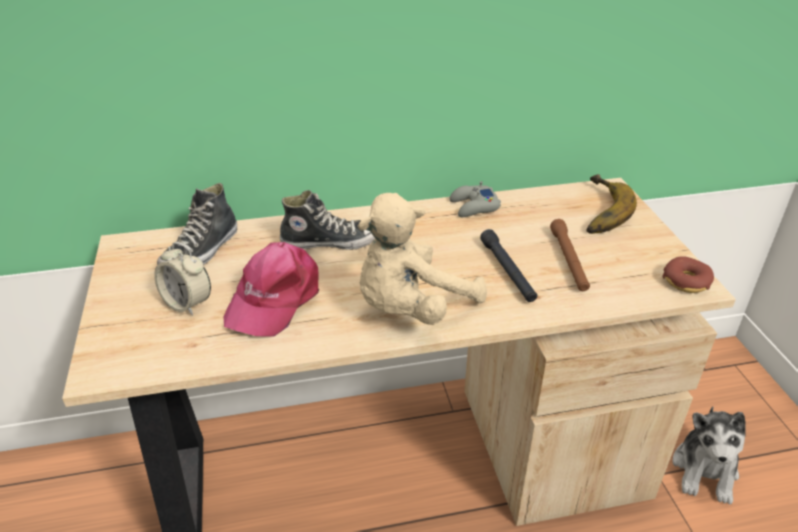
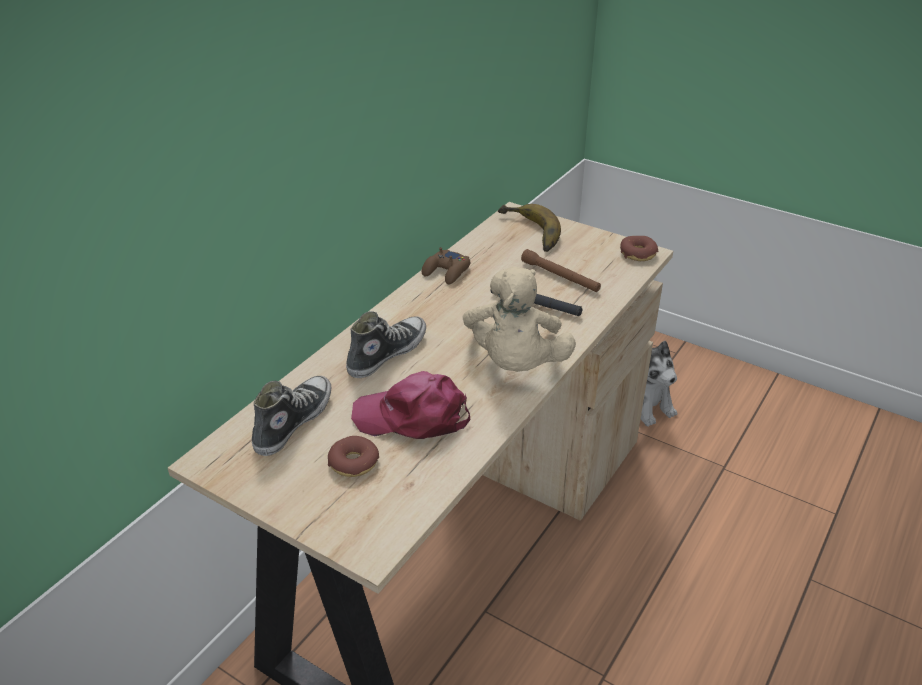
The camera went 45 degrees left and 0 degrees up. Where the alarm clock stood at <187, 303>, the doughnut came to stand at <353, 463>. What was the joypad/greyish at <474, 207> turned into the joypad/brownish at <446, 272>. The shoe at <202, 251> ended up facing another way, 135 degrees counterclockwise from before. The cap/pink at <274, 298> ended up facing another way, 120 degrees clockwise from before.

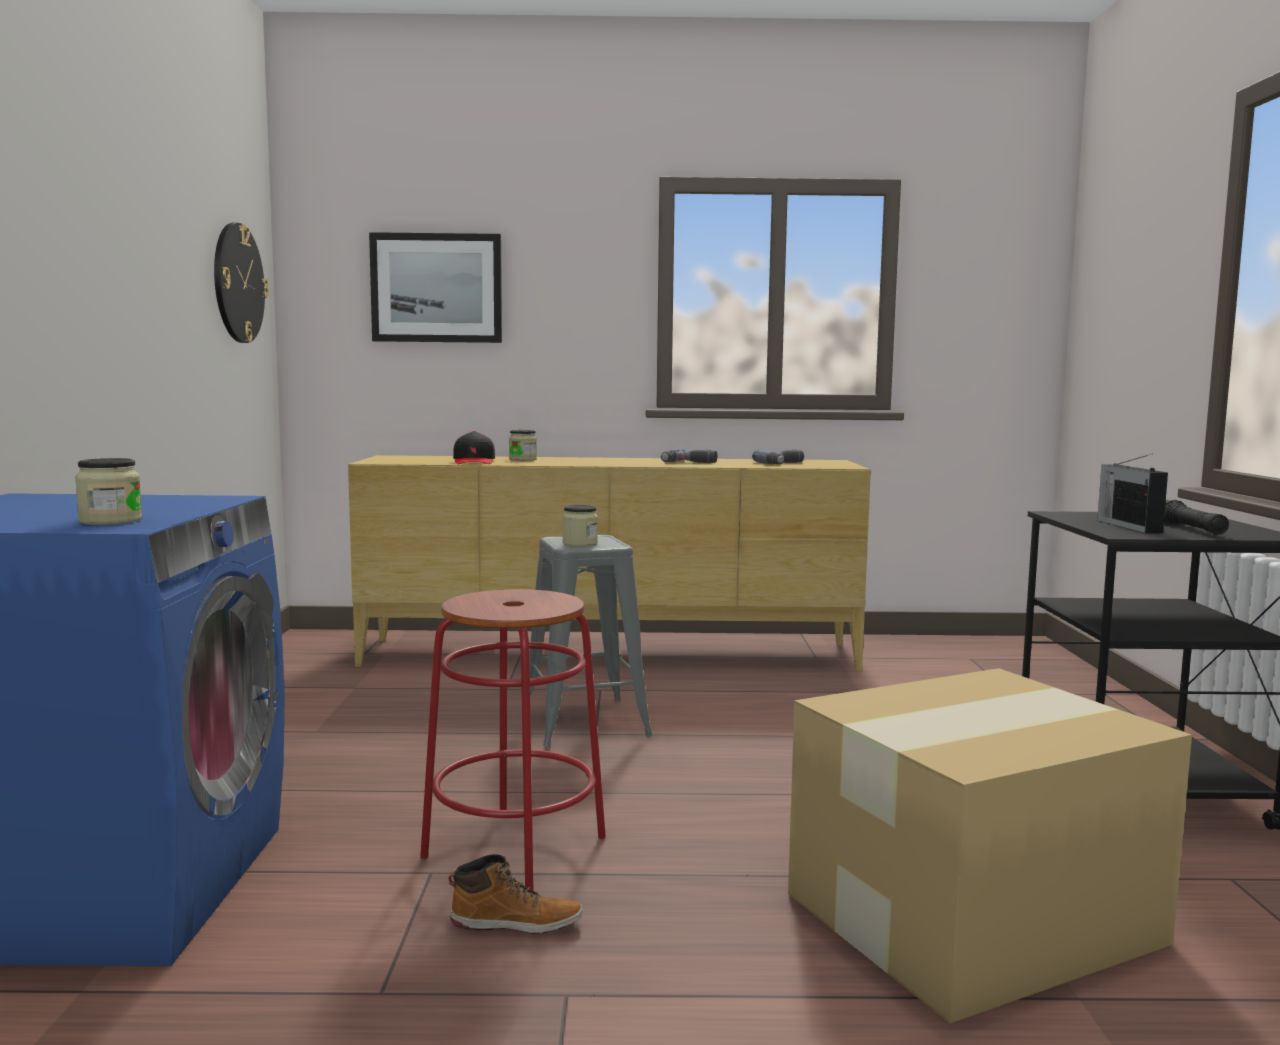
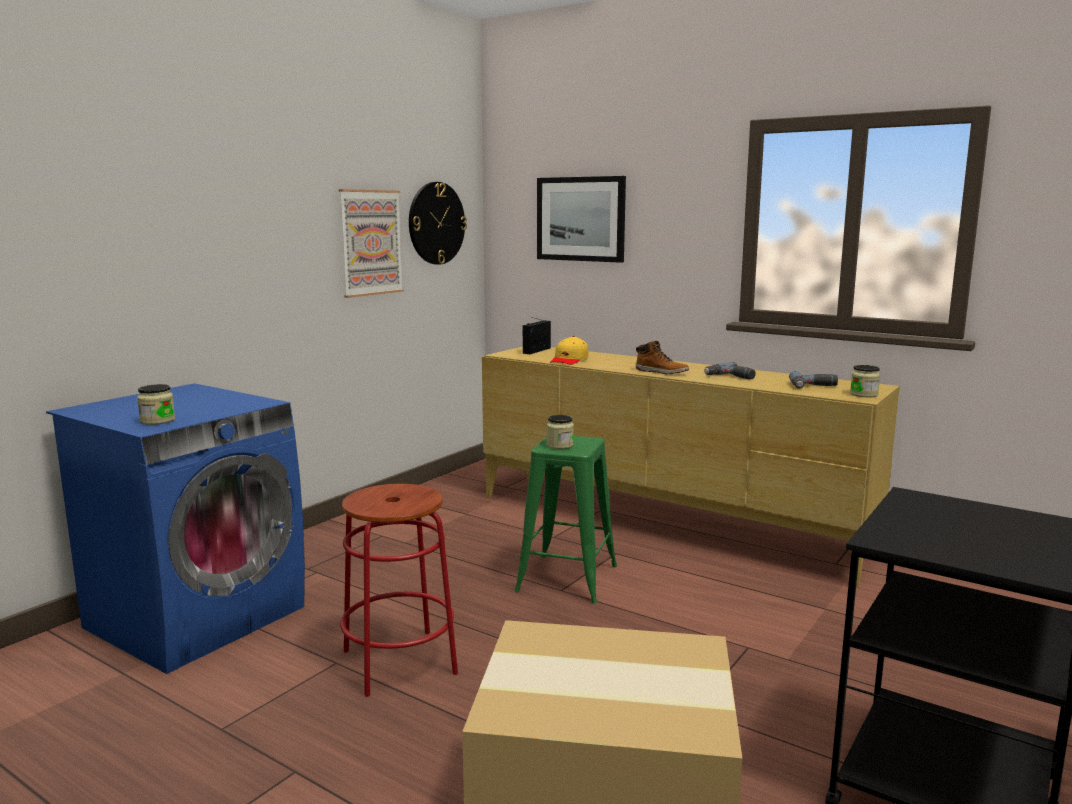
The camera went 35 degrees right and 5 degrees up. The second view lost the hand torch/black at <1189, 529>. The second view gained the wall picture at <370, 242>. The tall boot ended up elsewhere, having gone from <516, 922> to <662, 372>. The preserve jar ended up elsewhere, having gone from <522, 459> to <864, 394>. The radio receiver ended up elsewhere, having gone from <1128, 526> to <537, 350>. What was the cap/black at <474, 462> turned into the cap/yellow-coloured at <569, 360>. What was the sitting stool/greyish at <584, 721> turned into the sitting stool/green at <567, 578>.

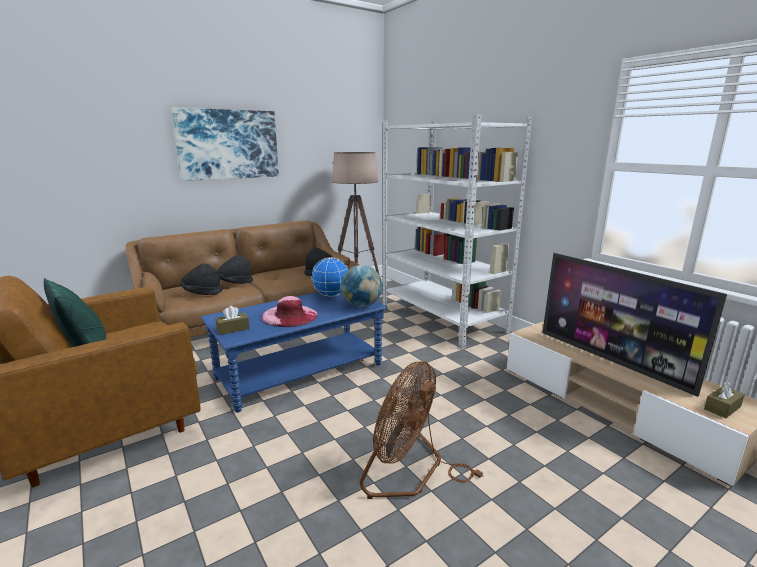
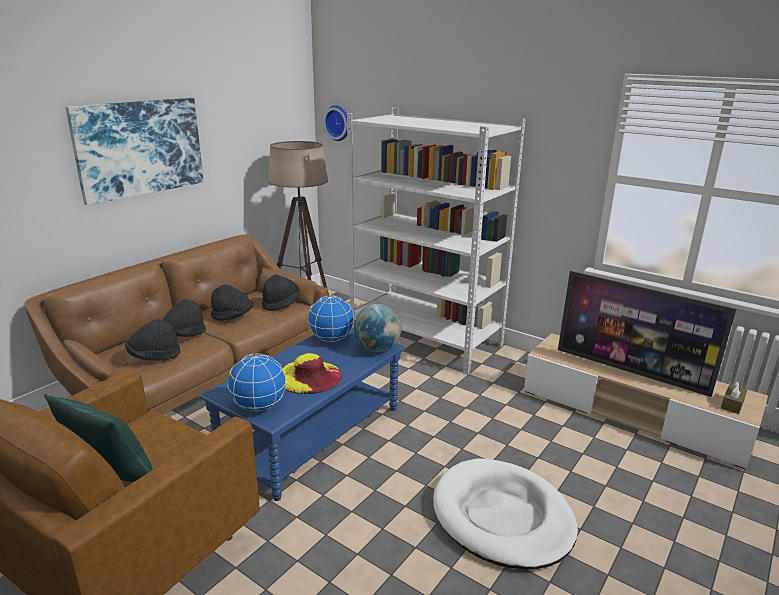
The camera went 20 degrees left and 5 degrees up. The second view gained the clothing hat/black at <233, 317>. The second view gained the clock on the wall at <338, 123>. Where the tissue holder/brownish stood at <233, 329>, the world globe came to stand at <259, 406>. Where the cooling fan/brownish stood at <416, 469>, the pet bed/white-coloured came to stand at <502, 517>. What was the clothing hat/pink at <290, 316> turned into the clothing hat/yellow-coloured at <309, 376>.

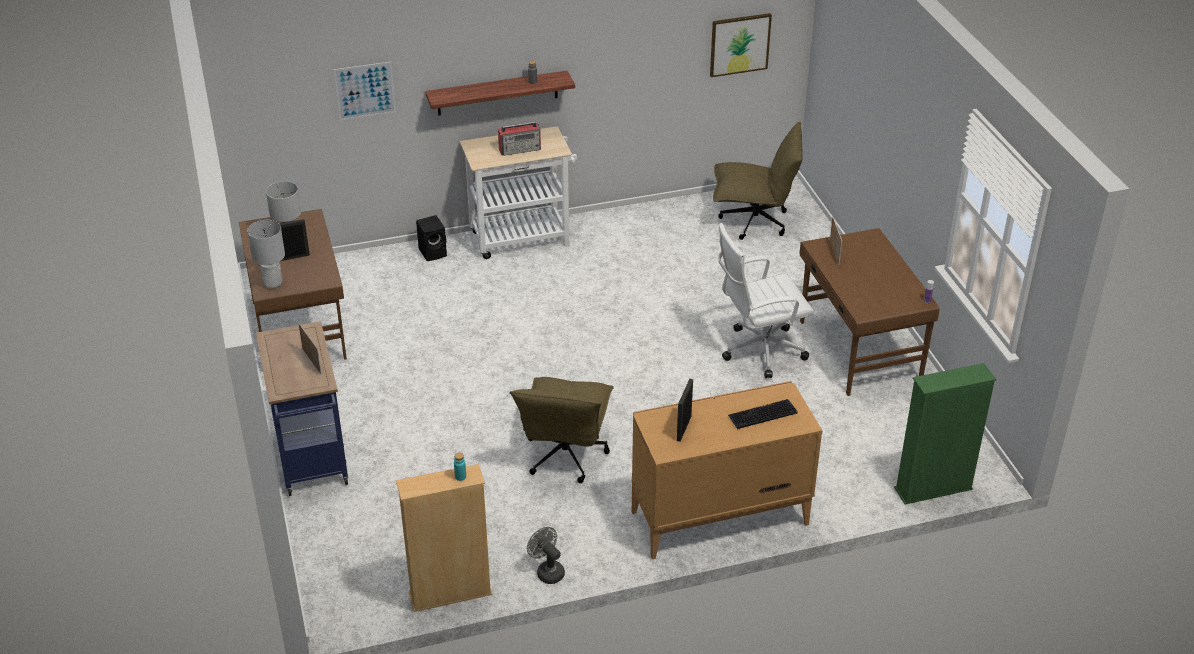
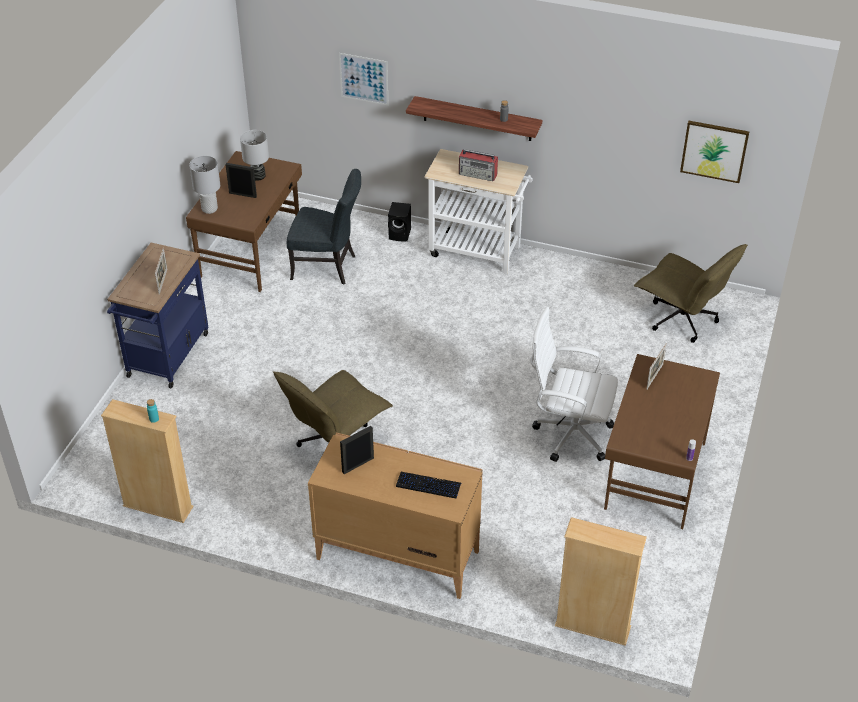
The camera went 35 degrees right and 5 degrees up. The second view lost the cooling fan/greyish at <547, 571>. The second view gained the chair/greyish at <328, 267>. What was the bookshelf/green at <933, 489> turned into the bookshelf/beige-coloured at <592, 626>.

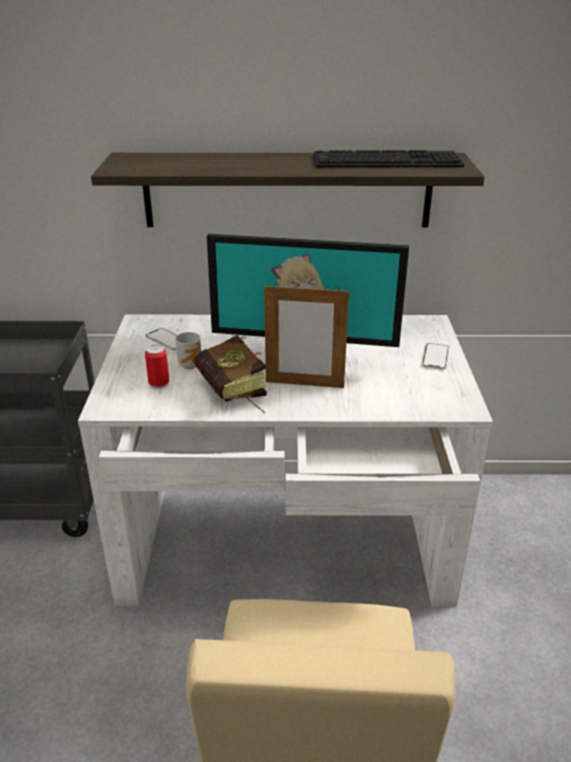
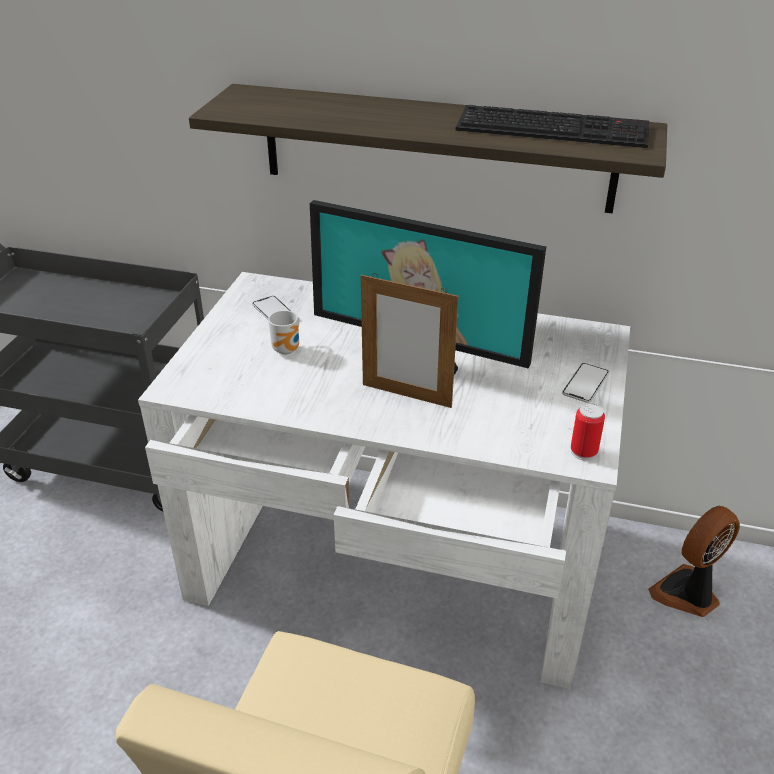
The camera went 15 degrees right and 5 degrees up. The second view lost the bound book at <235, 394>. The second view gained the cooling fan at <688, 594>. The metal can ended up elsewhere, having gone from <159, 384> to <583, 452>.

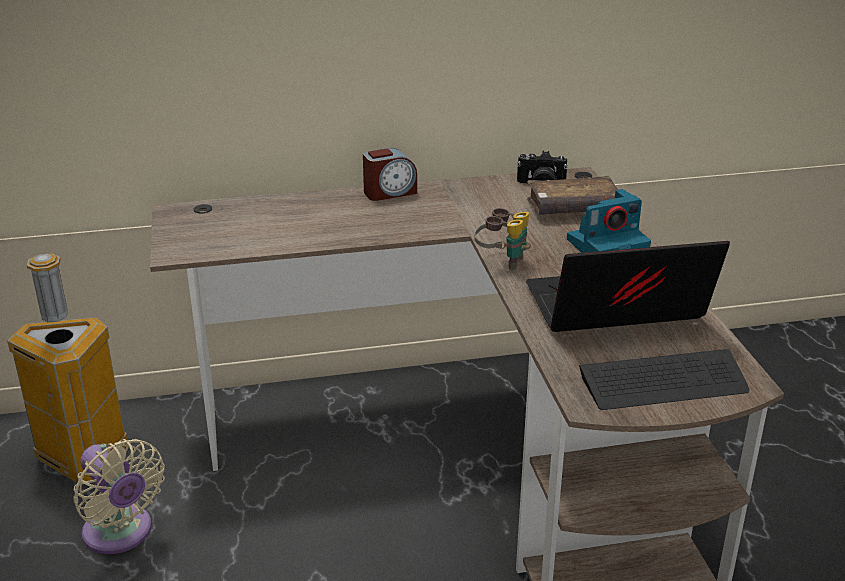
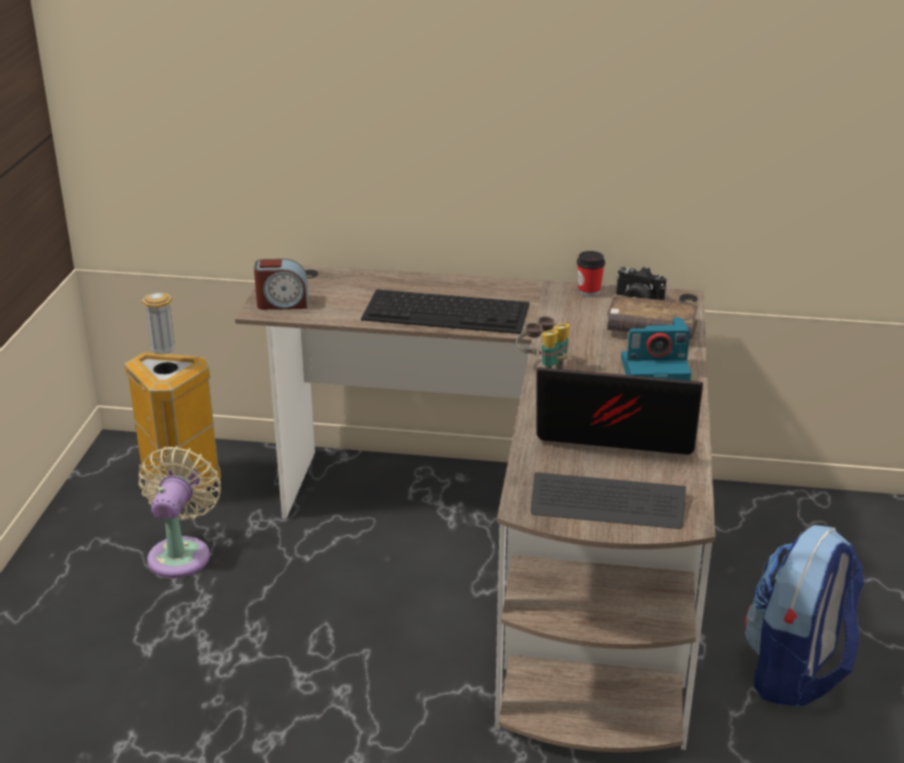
The camera went 20 degrees right and 0 degrees up. The second view gained the keyboard at <448, 311>. The second view gained the drinking cup at <589, 292>. The second view gained the backpack at <796, 672>. The alarm clock ended up elsewhere, having gone from <389, 192> to <282, 303>. The cooling fan/beige-coloured at <121, 534> ended up facing another way, 150 degrees counterclockwise from before.

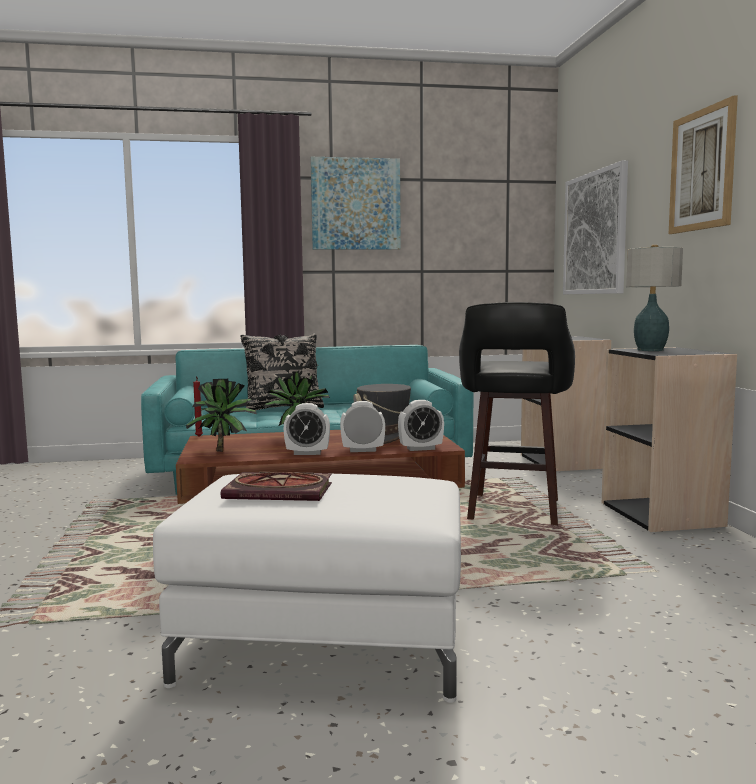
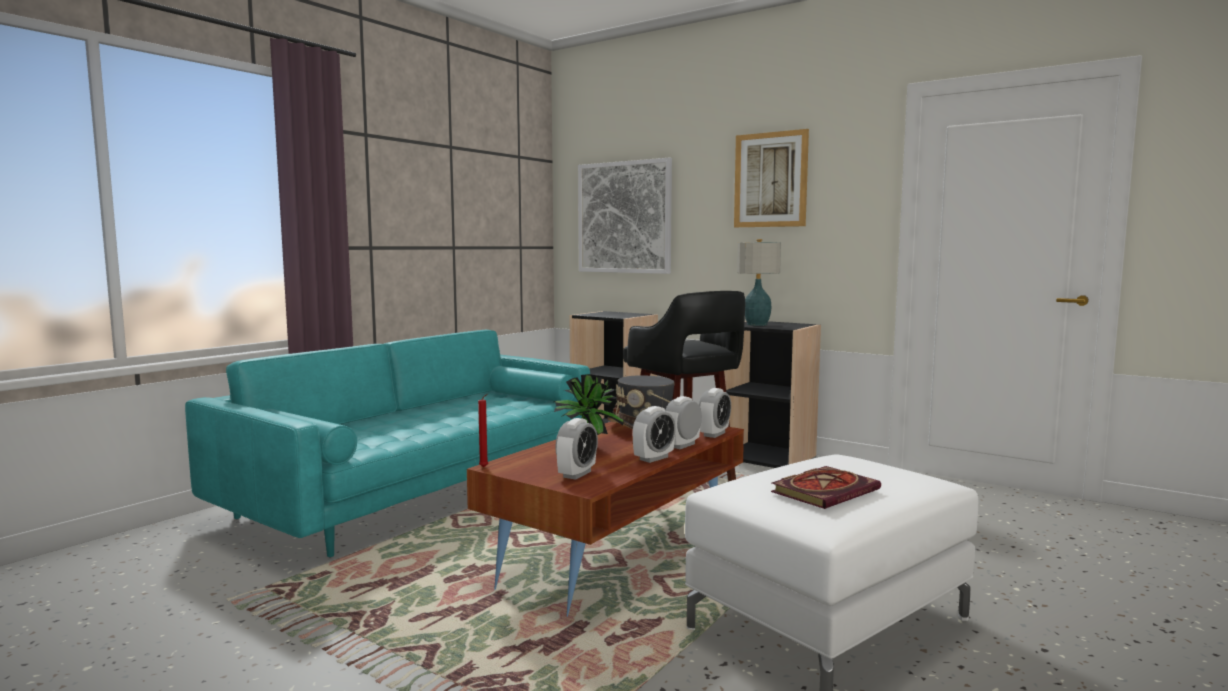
The camera went 45 degrees left and 0 degrees up. The second view lost the cushion/black at <283, 408>. The second view lost the wall picture at <355, 204>. Where the houseplant stood at <225, 451>, the alarm clock came to stand at <577, 474>.

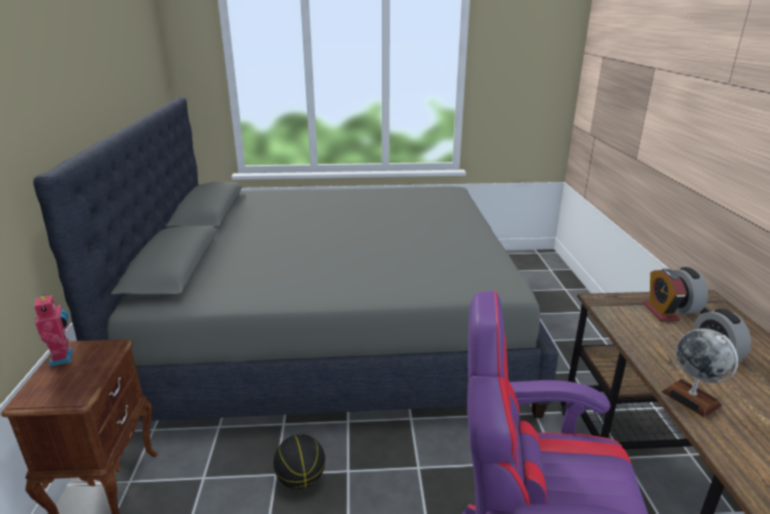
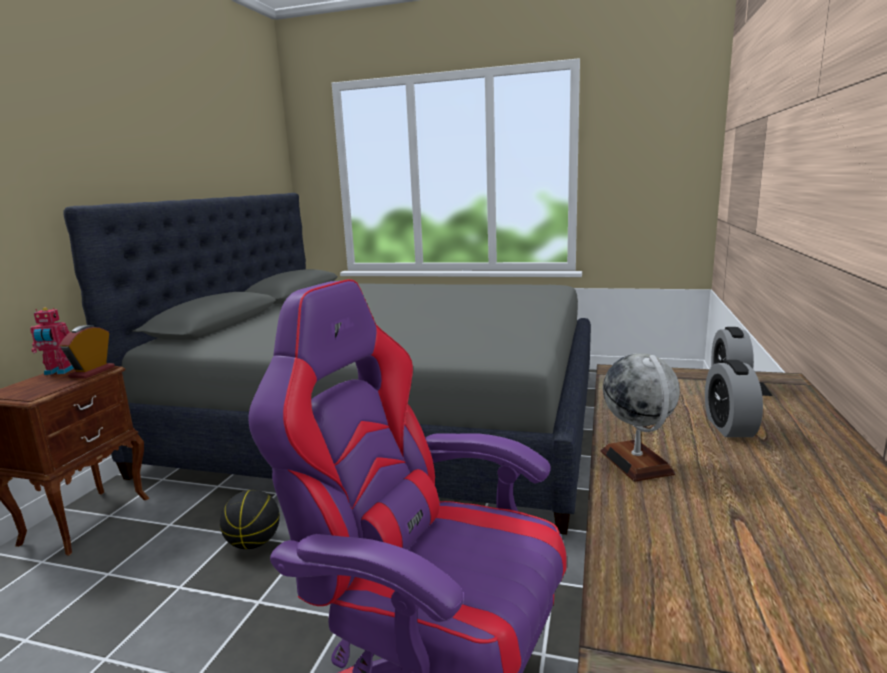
The camera went 20 degrees right and 10 degrees down. The alarm clock ended up elsewhere, having gone from <660, 312> to <92, 372>. The toy robot at <63, 357> ended up facing another way, 90 degrees clockwise from before.

